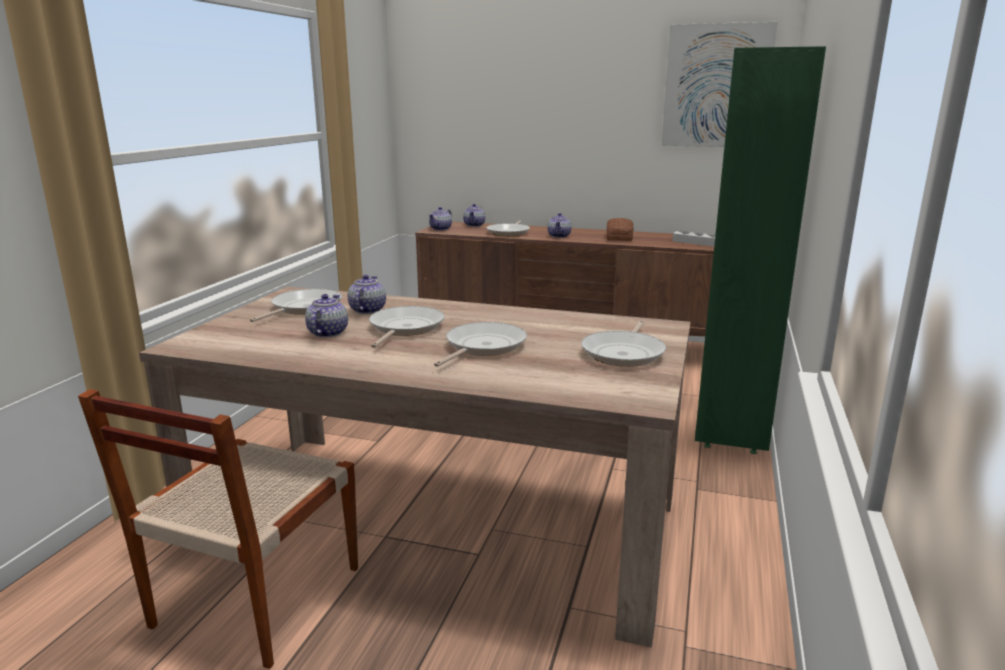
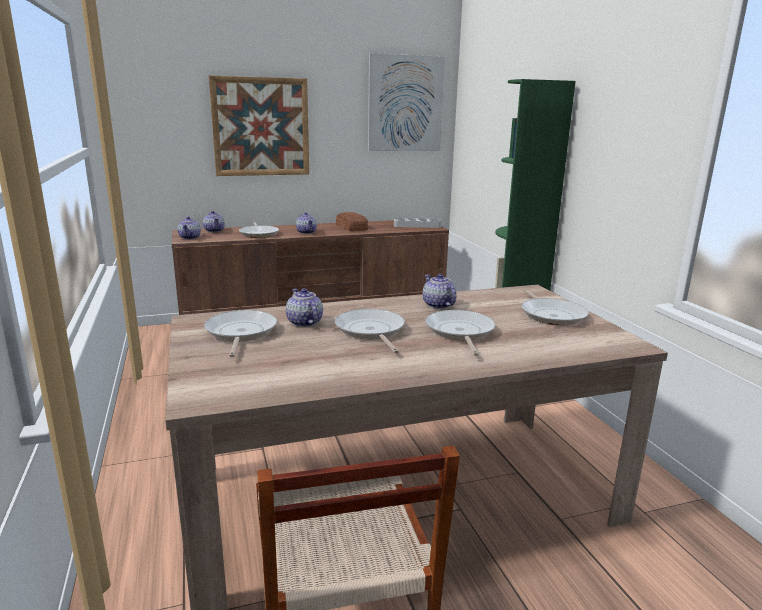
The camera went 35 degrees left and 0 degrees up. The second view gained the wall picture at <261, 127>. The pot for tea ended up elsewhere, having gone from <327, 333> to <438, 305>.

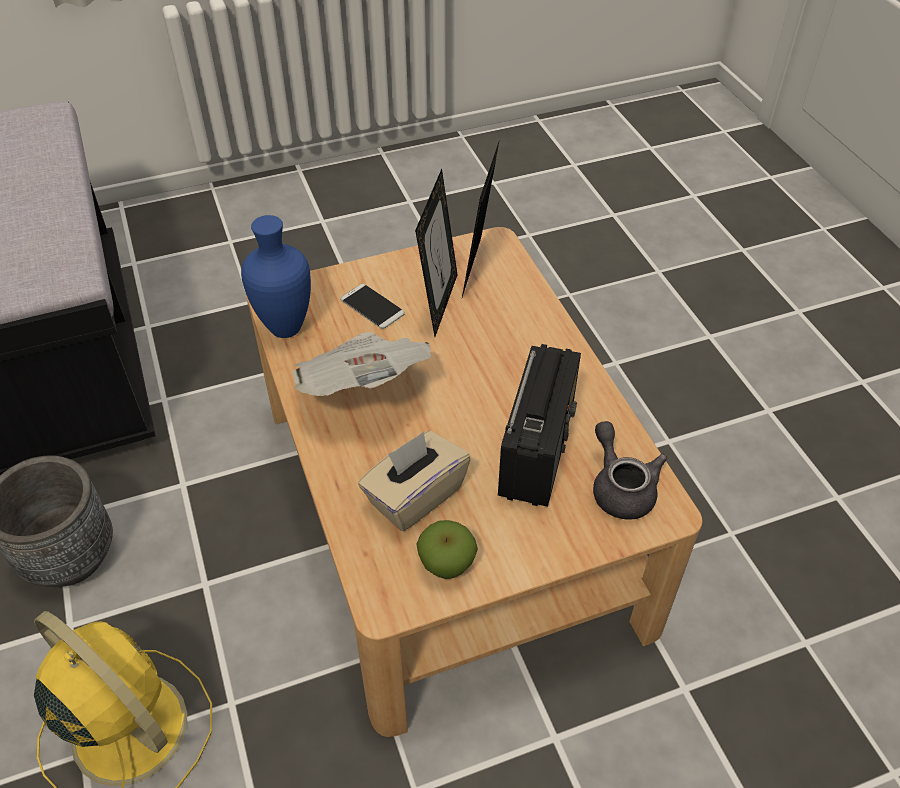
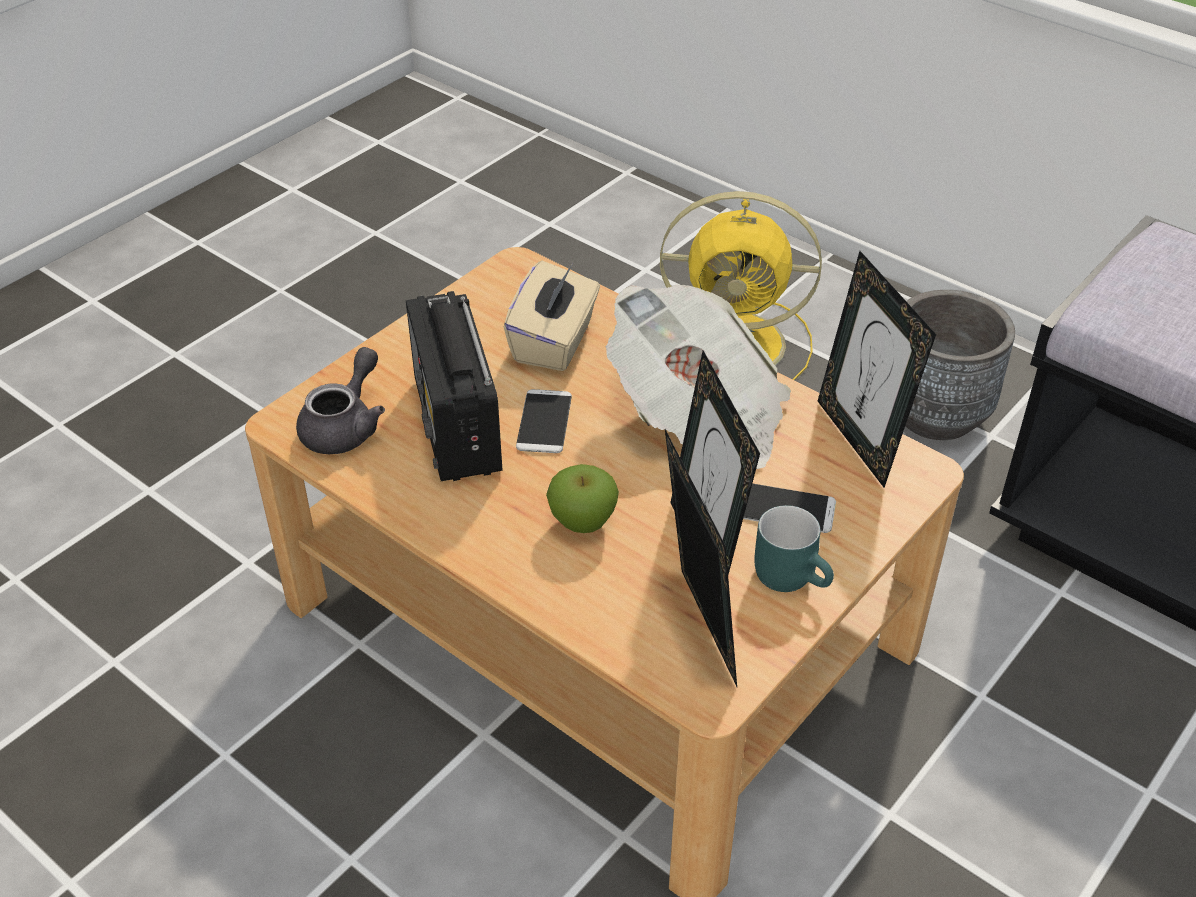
The camera went 150 degrees right and 5 degrees down. The second view gained the phone at <544, 422>. The second view gained the mug/turquoise at <793, 576>. The apple fruit ended up elsewhere, having gone from <447, 565> to <582, 522>. Where the vase/blue-coloured stood at <284, 327>, the picture frame came to stand at <859, 440>. The pot for tea/greyish at <620, 487> ended up facing another way, 105 degrees counterclockwise from before.

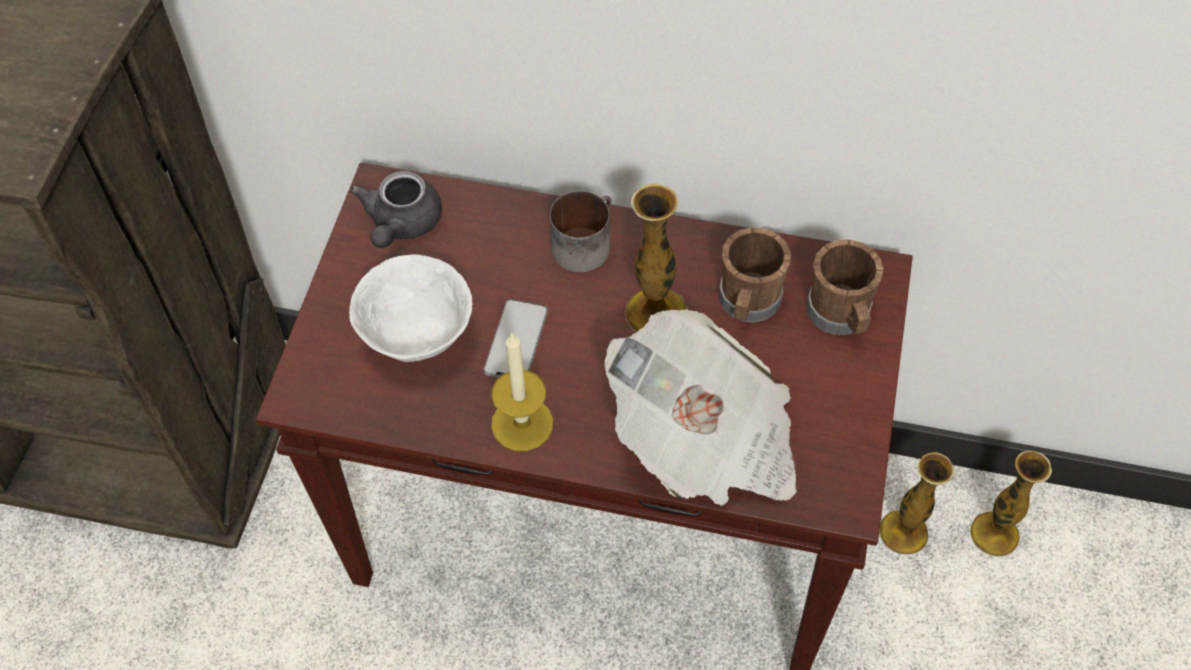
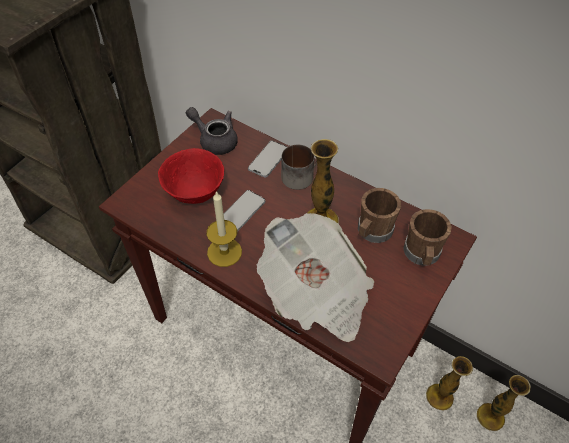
The camera went 20 degrees right and 5 degrees down. The second view gained the phone at <268, 159>. What was the serving bowl/white-coloured at <418, 338> turned into the serving bowl/red-coloured at <195, 194>. The pot for tea/greyish at <401, 225> ended up facing another way, 90 degrees clockwise from before.

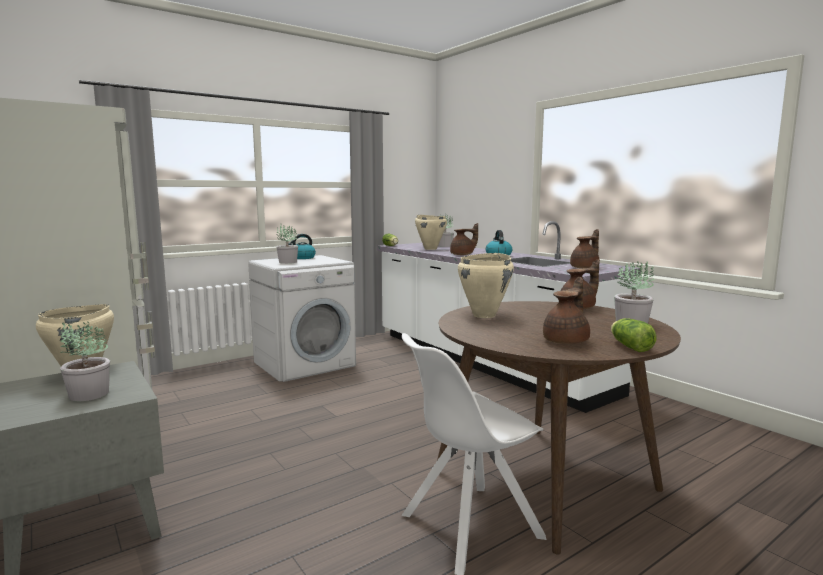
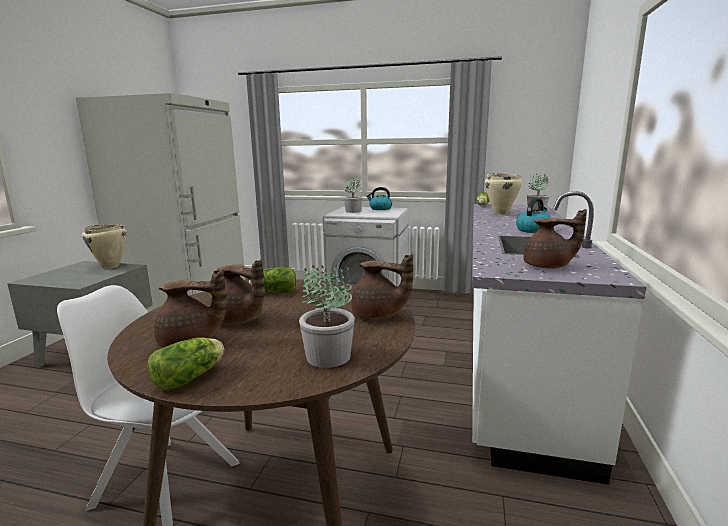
The camera went 50 degrees right and 5 degrees up. The second view lost the houseplant at <88, 395>. The pot for tea/brownish ended up elsewhere, having gone from <463, 254> to <239, 321>. Where the cooking pot/beige-coloured stood at <484, 315>, the lettuce head came to stand at <273, 292>.

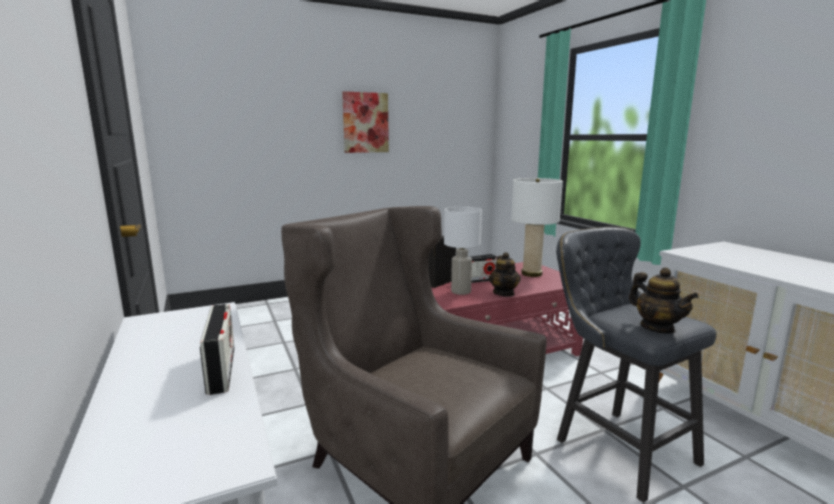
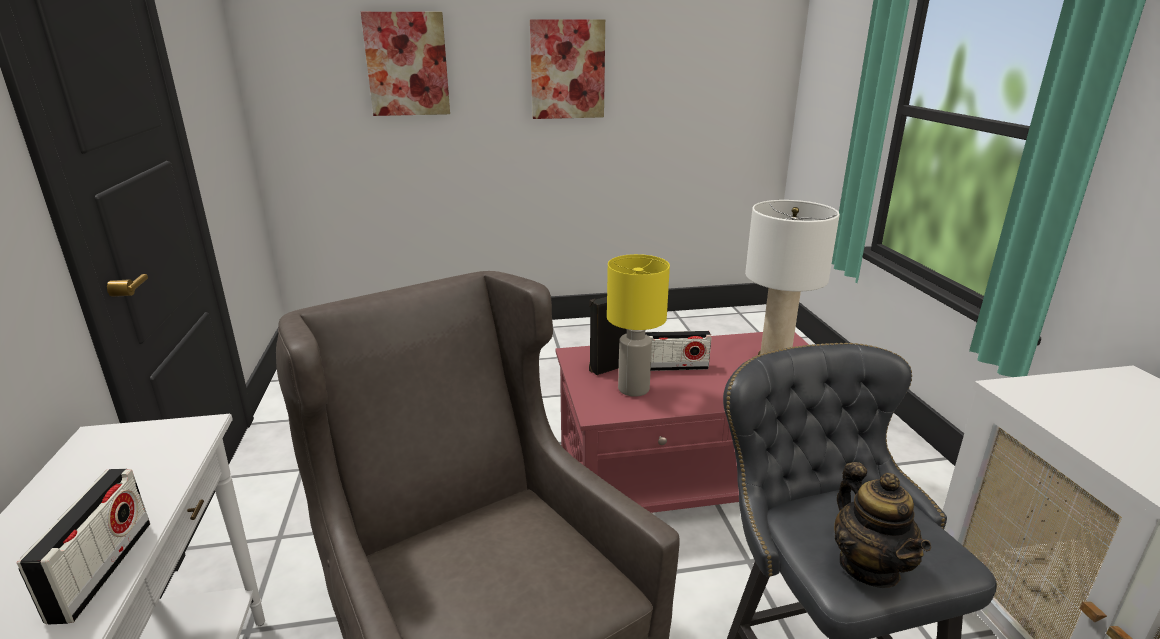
The camera went 15 degrees right and 10 degrees up. The second view lost the pot for tea at <504, 293>. The second view gained the wall picture at <407, 64>. What was the tabletop lamp/white-coloured at <461, 292> turned into the tabletop lamp/yellow-coloured at <634, 389>.

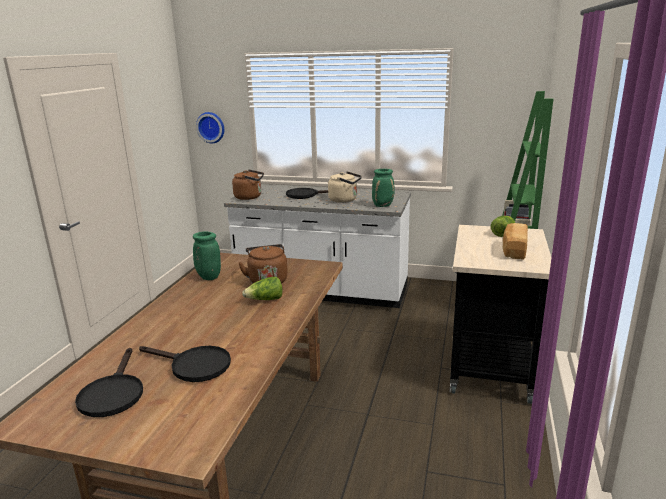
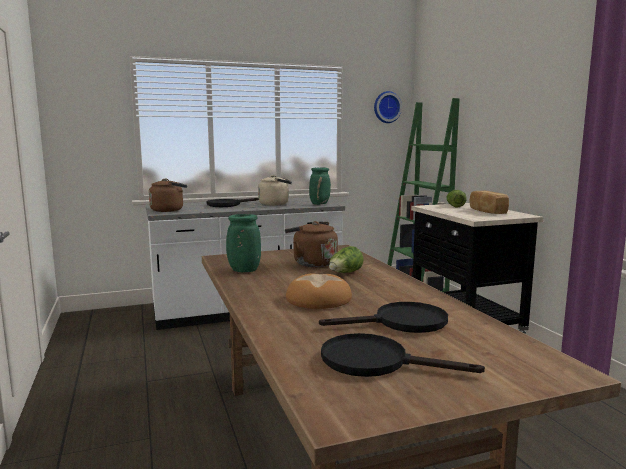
The camera went 35 degrees left and 10 degrees down. The second view gained the bread at <319, 299>. The clock on the wall ended up elsewhere, having gone from <211, 127> to <386, 107>. The pan/black at <113, 393> ended up facing another way, 150 degrees clockwise from before.

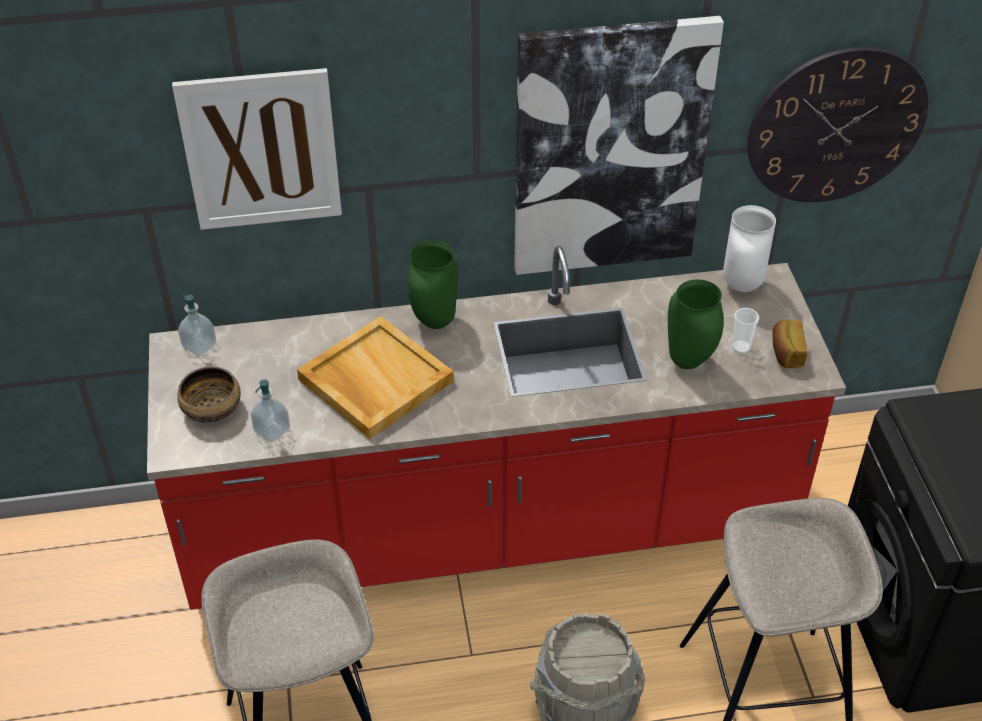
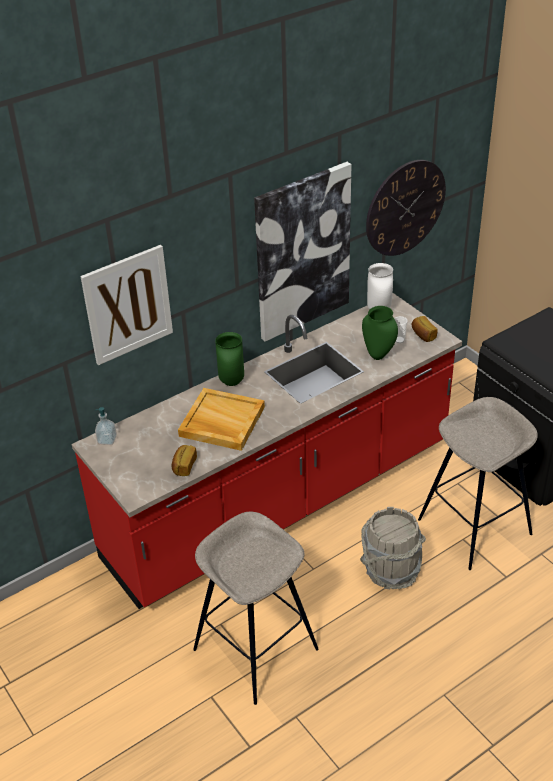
The camera went 25 degrees left and 5 degrees down. The second view lost the serving bowl at <212, 408>. Where the liquid soap bottle stood at <272, 431>, the bread came to stand at <184, 466>.

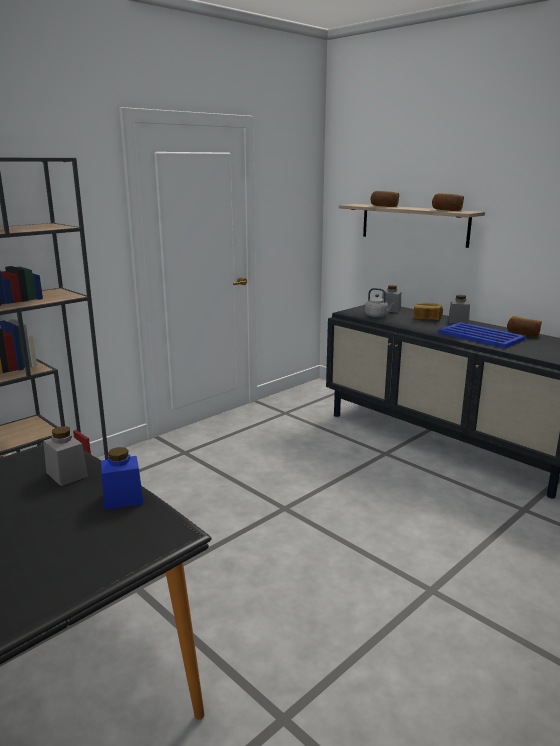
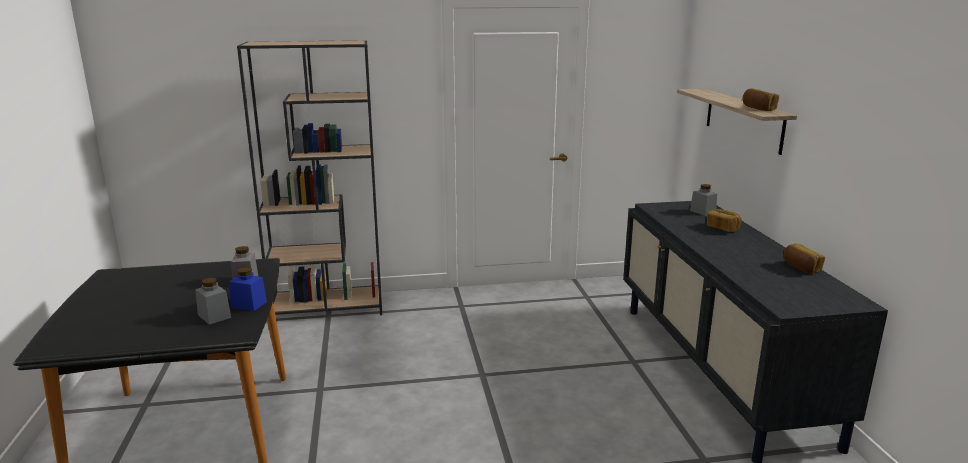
The camera went 35 degrees right and 0 degrees up. The second view lost the kettle/greyish at <377, 316>. The second view lost the bread at <384, 206>. The second view lost the serving tray/blue-coloured at <480, 336>. The preserve jar/greyish ended up elsewhere, having gone from <458, 321> to <214, 316>.

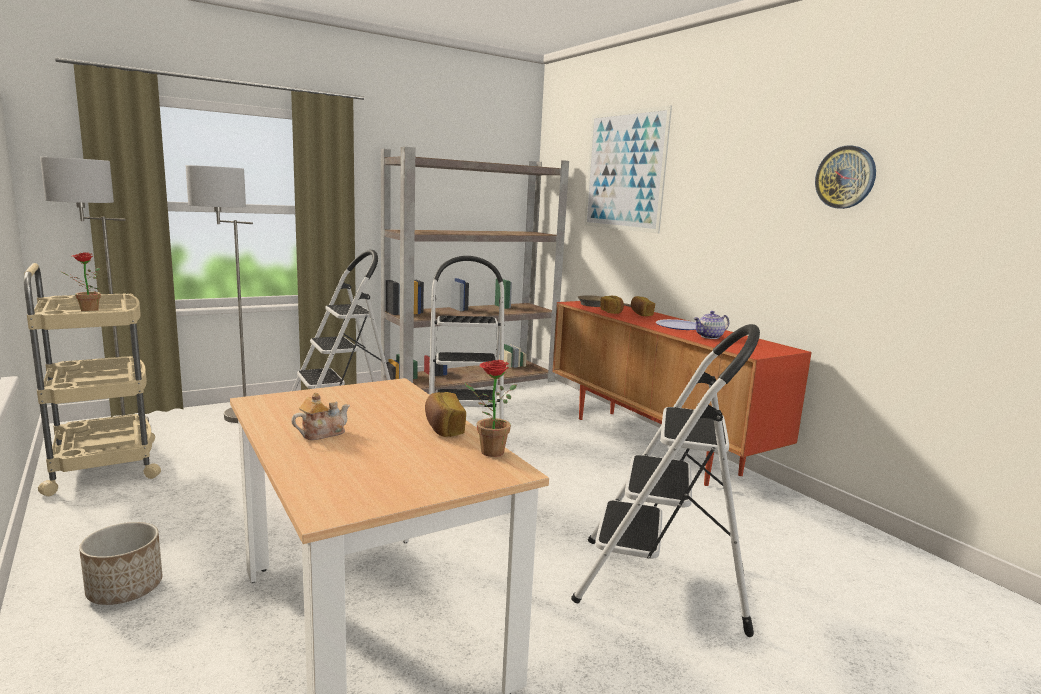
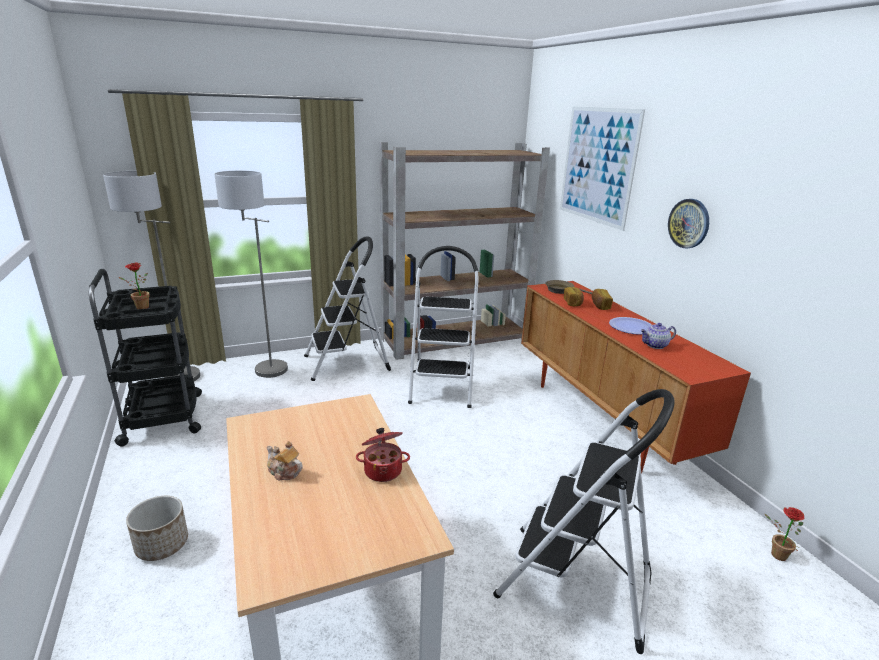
The camera went 10 degrees right and 10 degrees up. The houseplant ended up elsewhere, having gone from <487, 451> to <775, 554>. The clock on the wall ended up elsewhere, having gone from <845, 177> to <689, 223>. Where the bread stood at <443, 428>, the cooking pot came to stand at <383, 470>. What was the cart/beige-coloured at <104, 466> turned into the cart/black at <163, 418>. The pot for tea at <321, 433> ended up facing another way, 120 degrees counterclockwise from before.

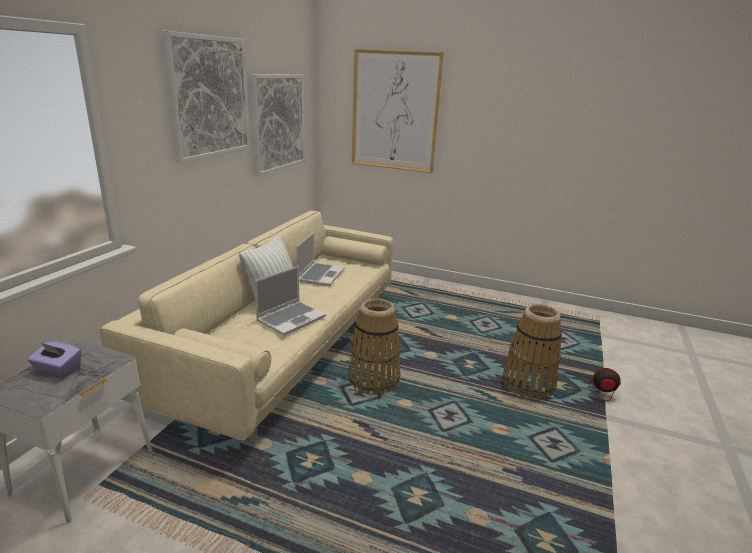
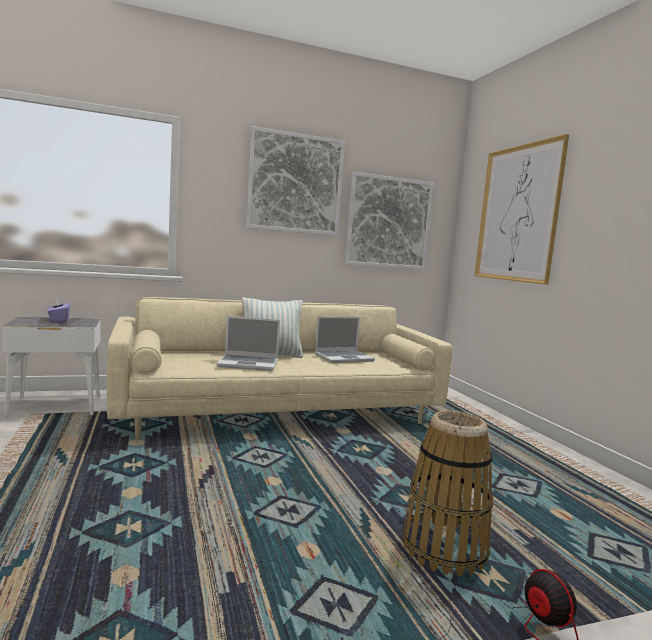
The camera went 50 degrees right and 15 degrees down. The second view lost the household basket at <373, 379>.

